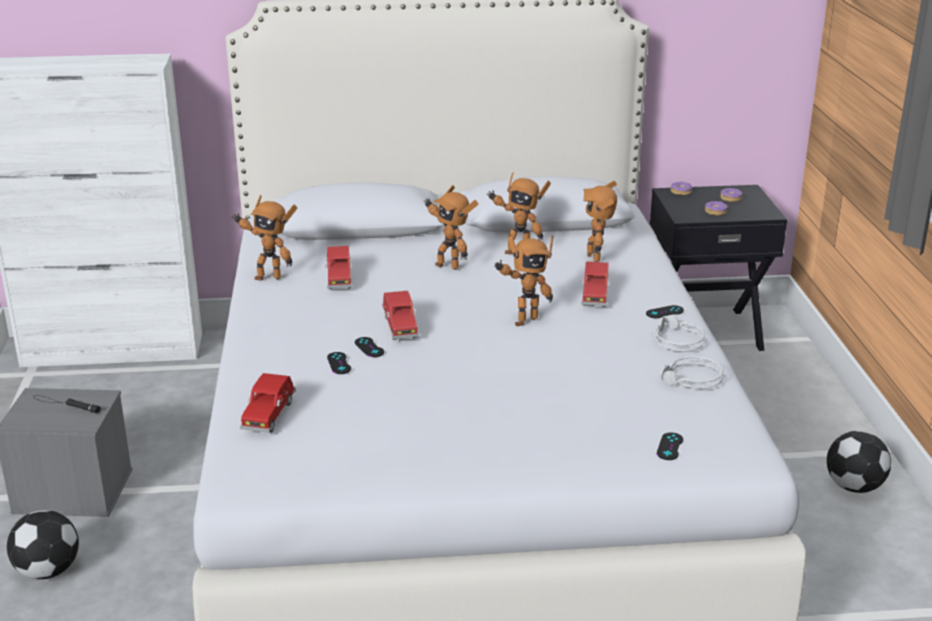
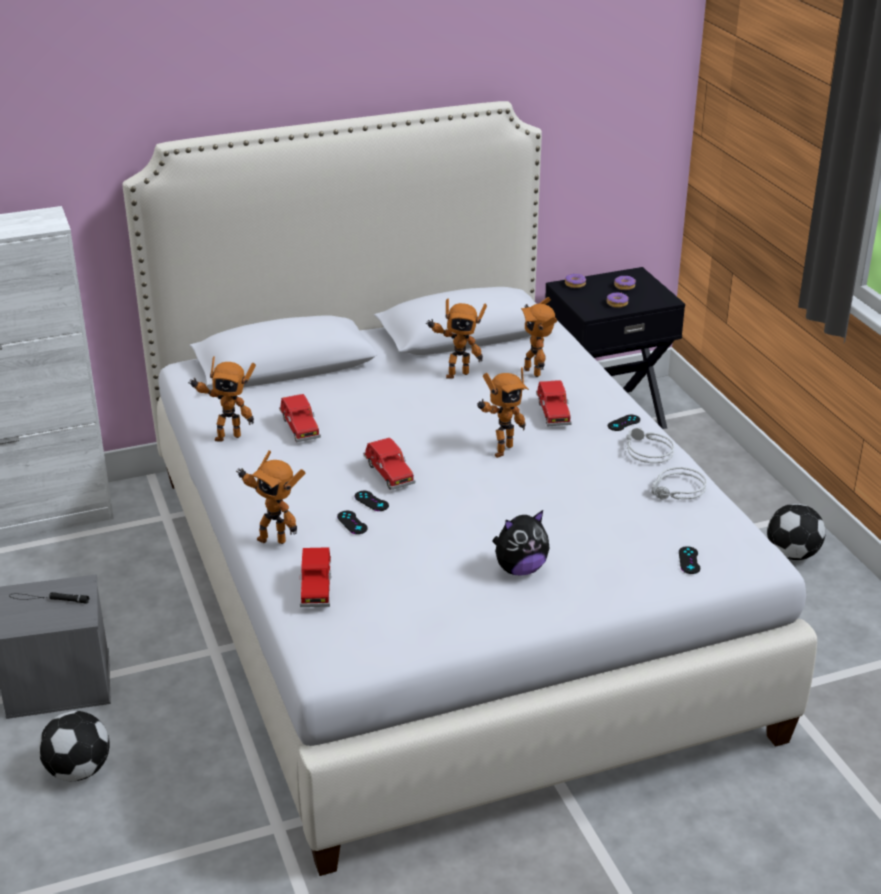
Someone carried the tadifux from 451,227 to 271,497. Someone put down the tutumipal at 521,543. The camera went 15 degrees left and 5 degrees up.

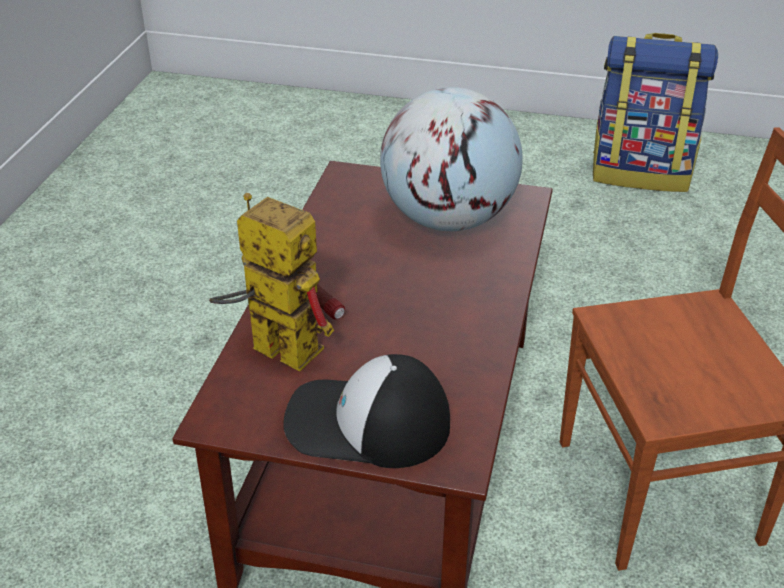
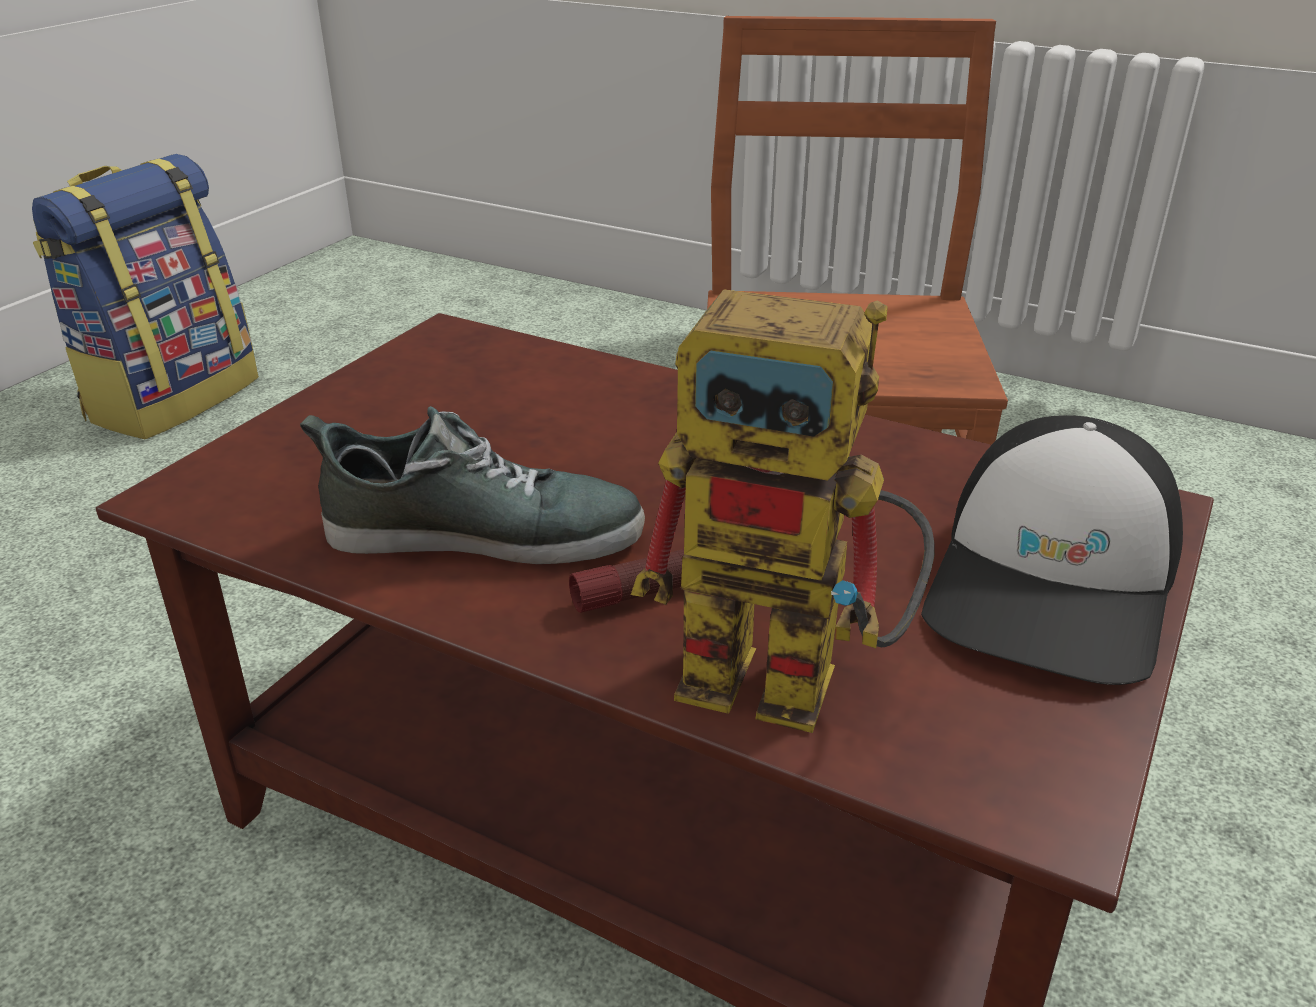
Someone took away the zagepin at 451,159. Someone rotated the tadifux at 271,282 by 120 degrees counterclockwise. Someone put down the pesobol at 472,485. The camera went 75 degrees left and 5 degrees down.

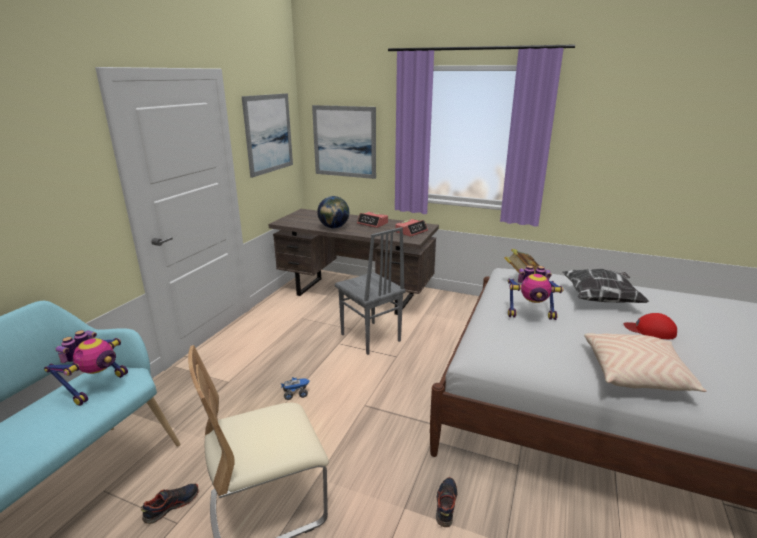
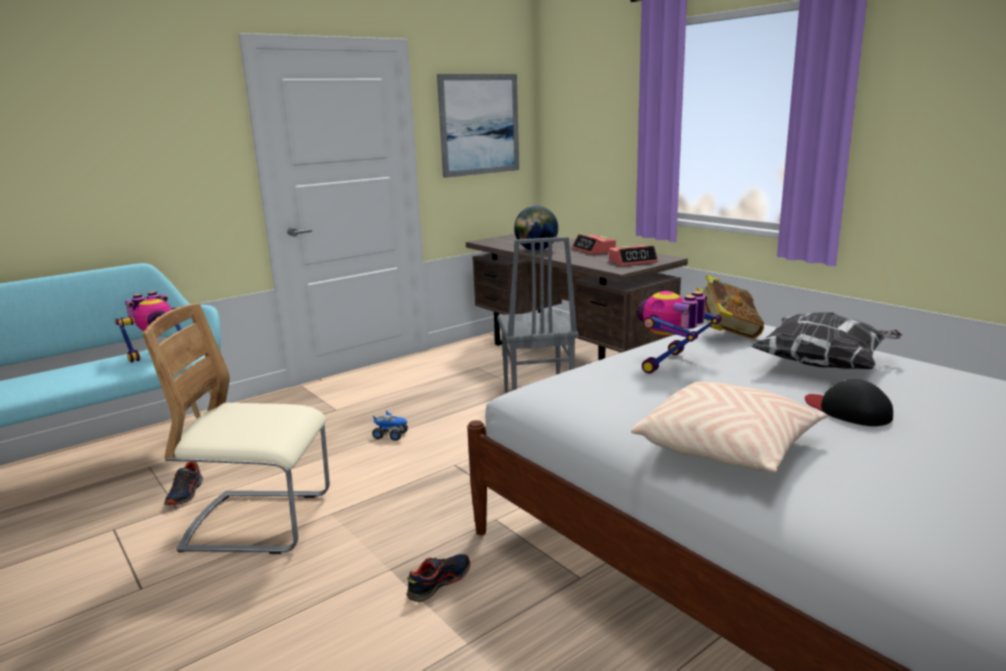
Someone took away the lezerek at 344,142. Someone rotated the tadifux at 535,292 by 90 degrees clockwise. Someone repainted the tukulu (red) at 650,326, which became the tukulu (black) at 849,402. Someone rotated the pesobol at 169,503 by 105 degrees clockwise. The camera went 30 degrees right and 5 degrees down.

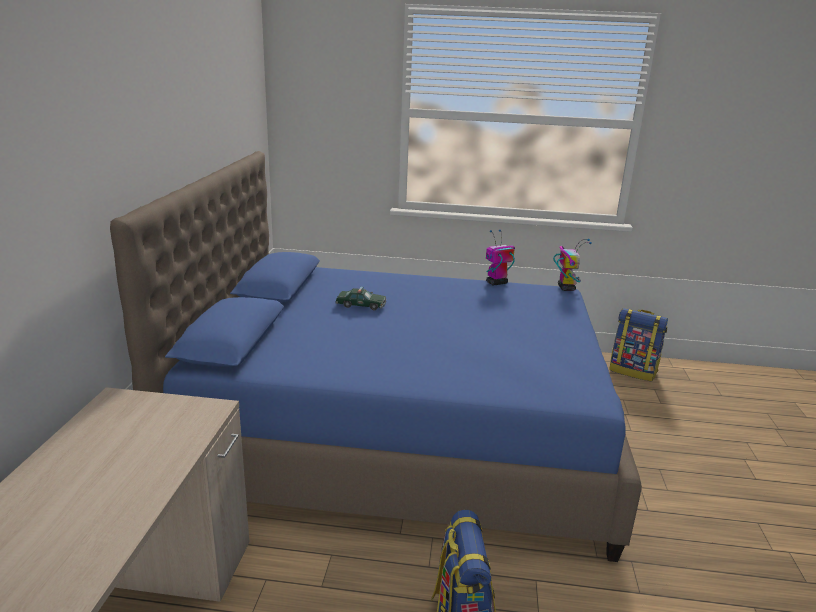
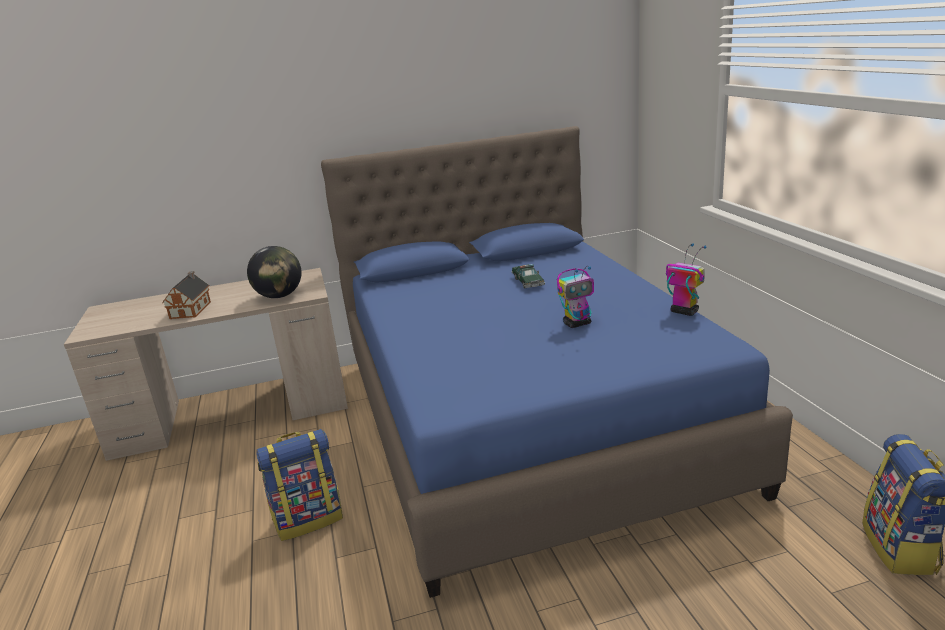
Someone carried the tadifux from 572,265 to 575,297. Someone put down the zagepin at 274,272. Someone put down the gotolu at 186,295. The camera went 70 degrees right and 0 degrees up.

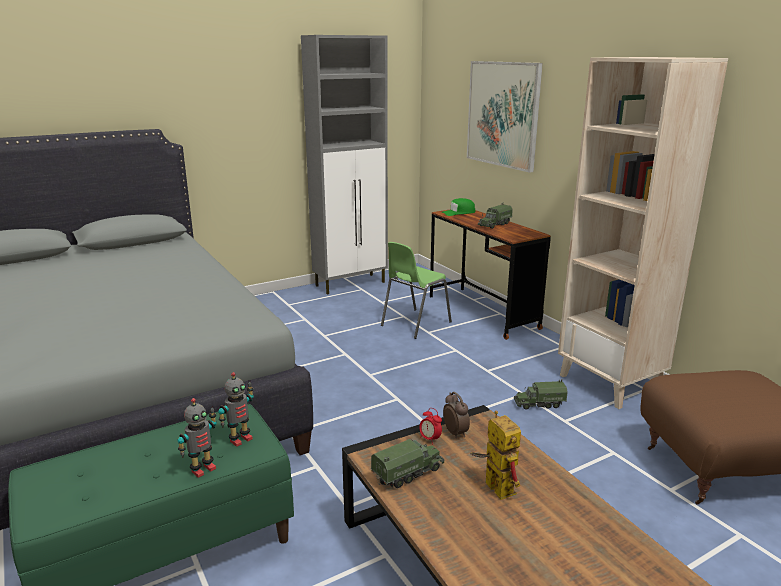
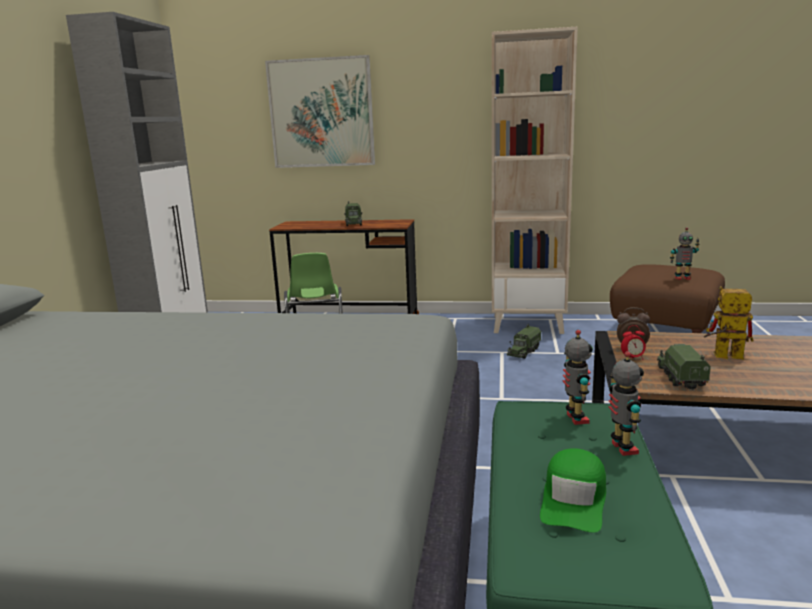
Someone carried the tukulu (green) from 459,207 to 573,490. Someone put down the tadifux at 685,253. The camera went 50 degrees left and 5 degrees down.

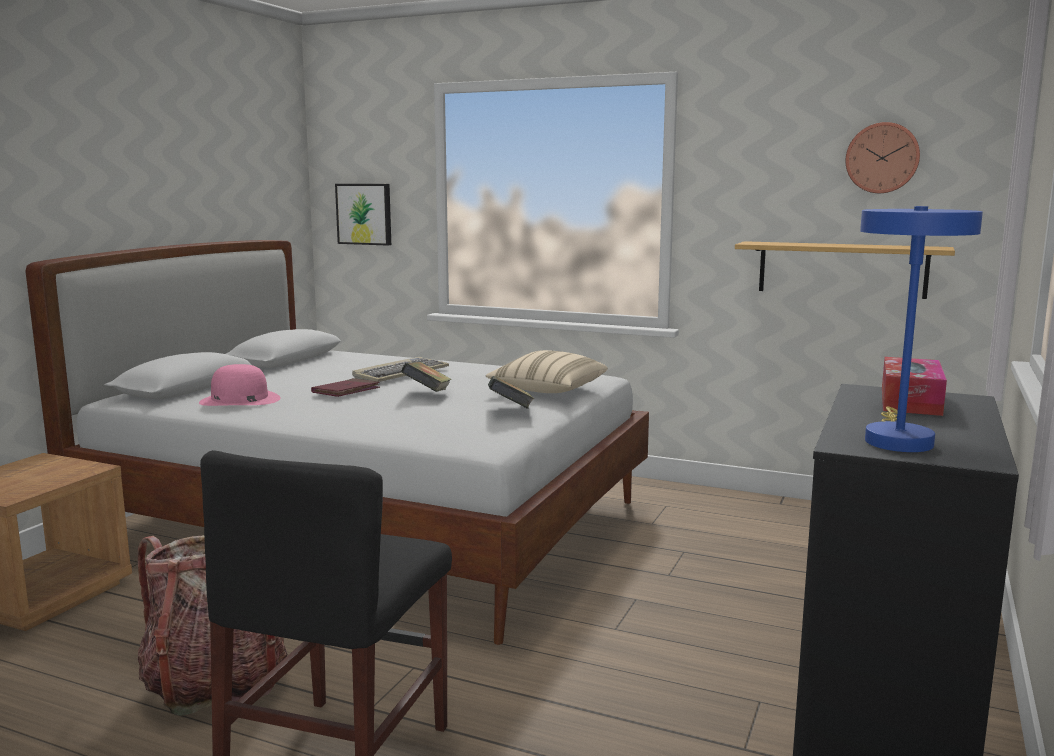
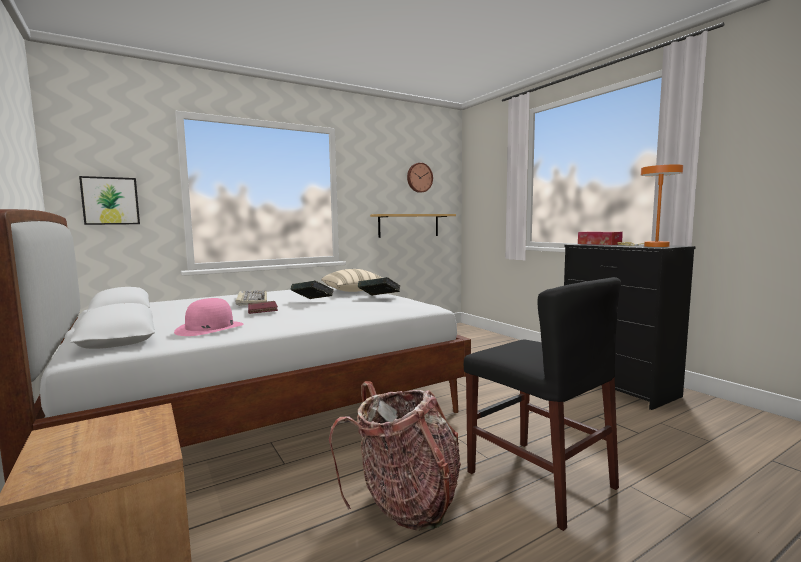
Someone repainted the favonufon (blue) at 921,329, which became the favonufon (orange) at 650,205. The camera went 55 degrees left and 5 degrees down.

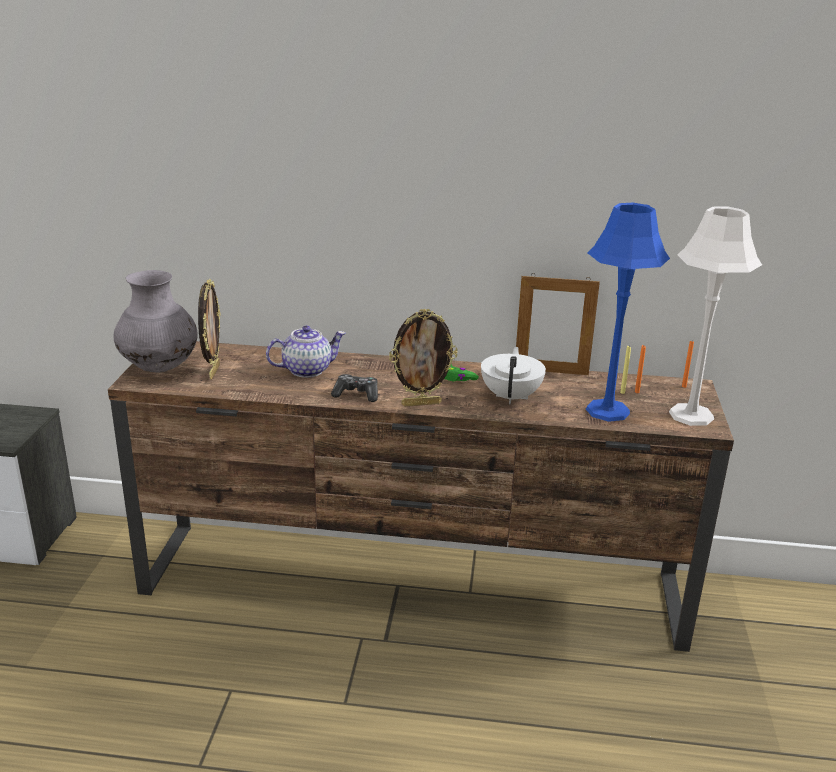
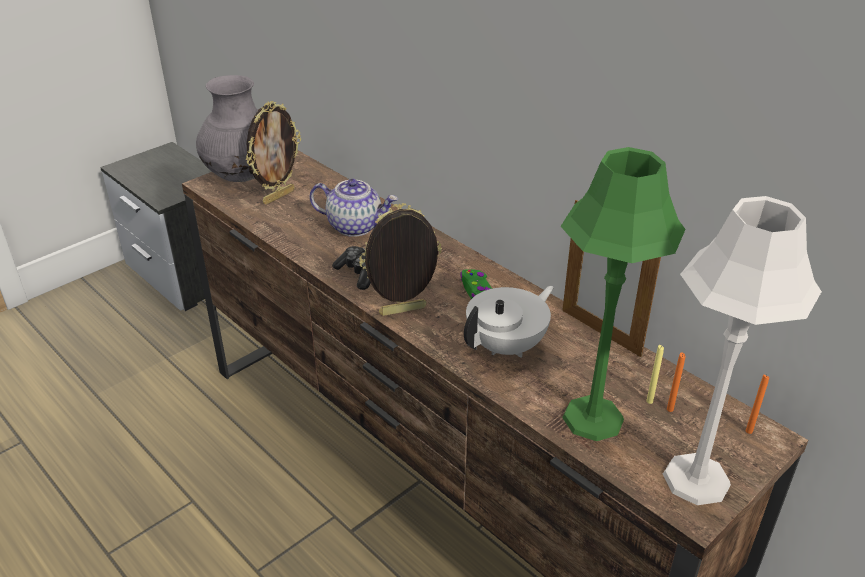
Someone repainted the favonufon (blue) at 628,312, which became the favonufon (green) at 623,294. Someone rotated the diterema at 423,357 by 135 degrees clockwise. The camera went 40 degrees right and 10 degrees up.

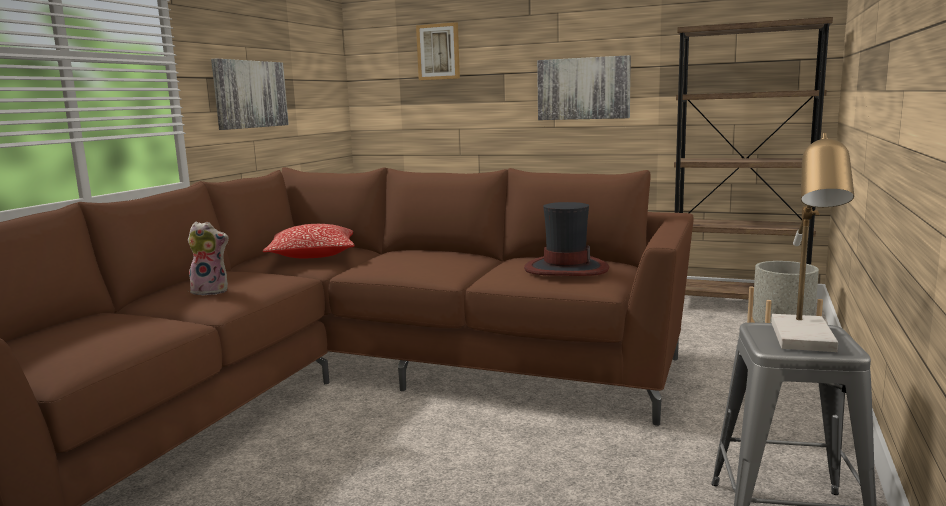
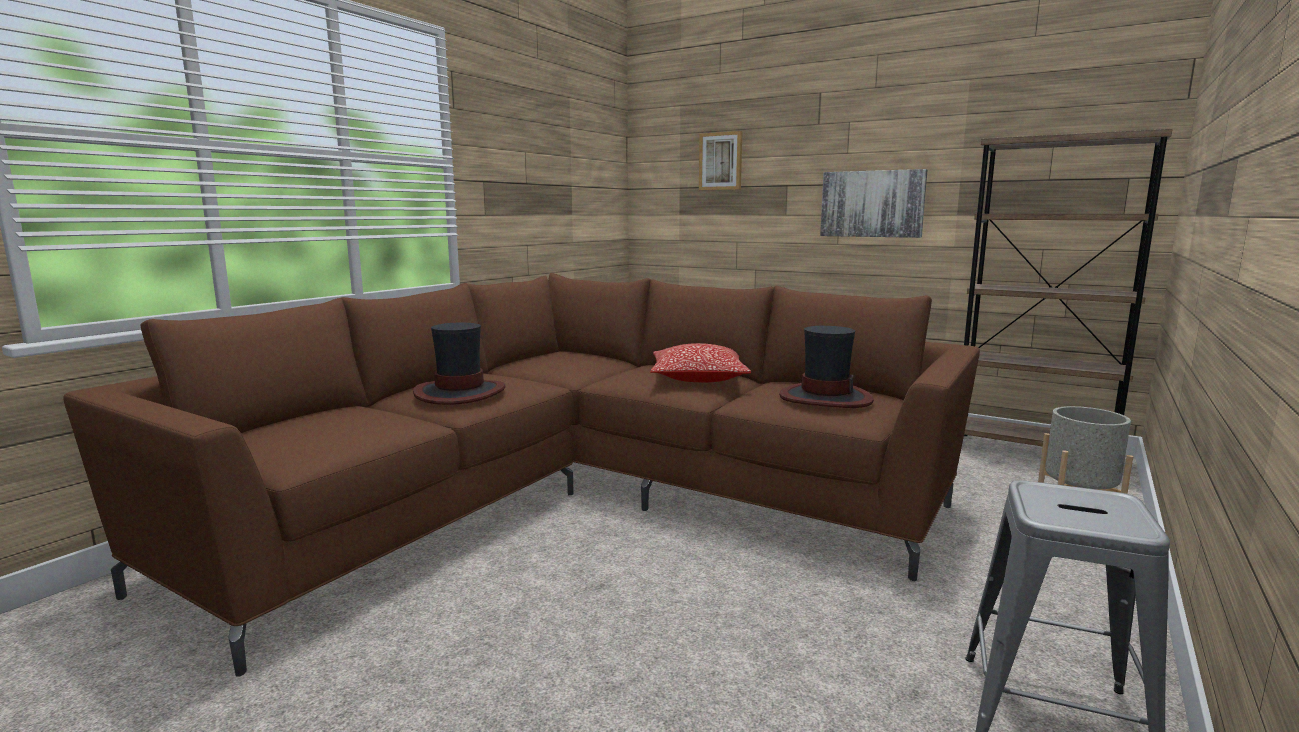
Someone took away the lezerek at 250,94. Someone took away the favonufon at 812,242. Someone swapped the tutumipal at 208,259 for the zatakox at 459,364. Someone carried the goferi from 309,241 to 700,362. The camera went 10 degrees right and 0 degrees up.

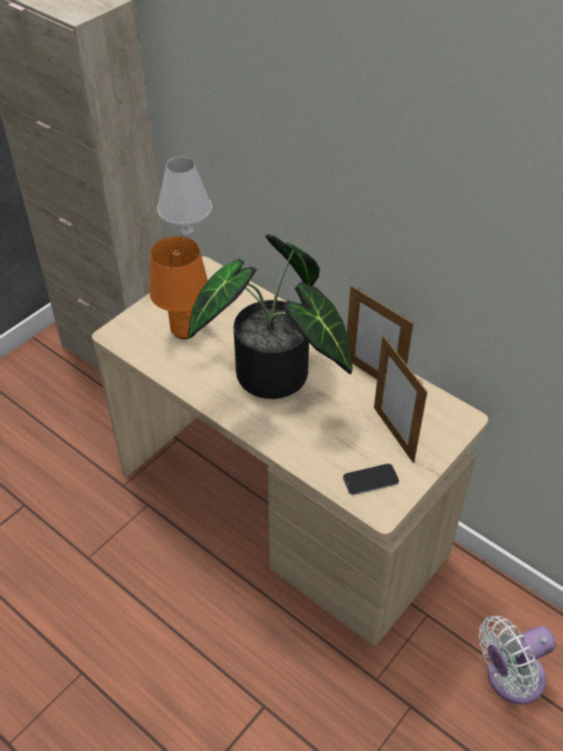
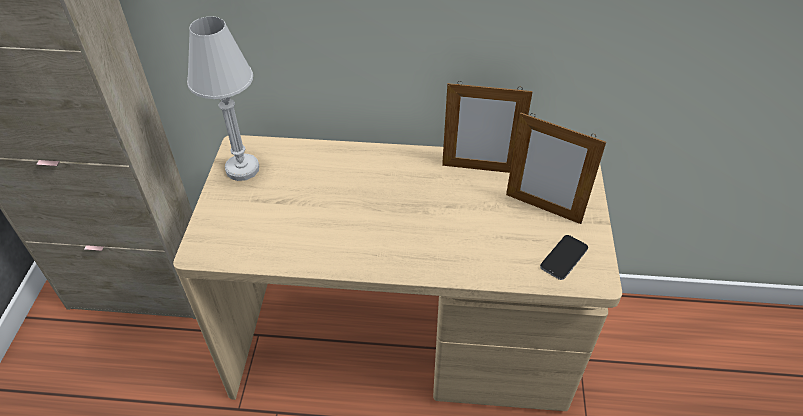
Someone took away the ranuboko at 270,316. Someone took away the favonufon (orange) at 179,287. Someone took away the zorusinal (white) at 517,660. The camera went 35 degrees left and 0 degrees up.

